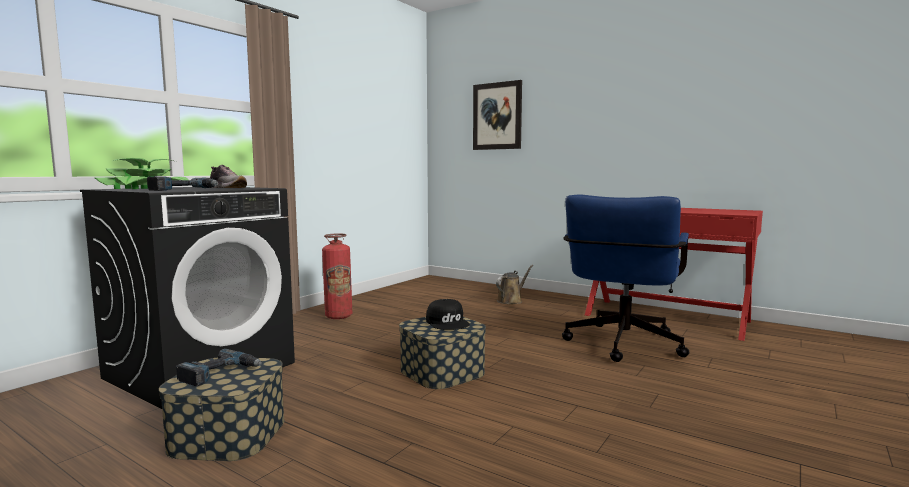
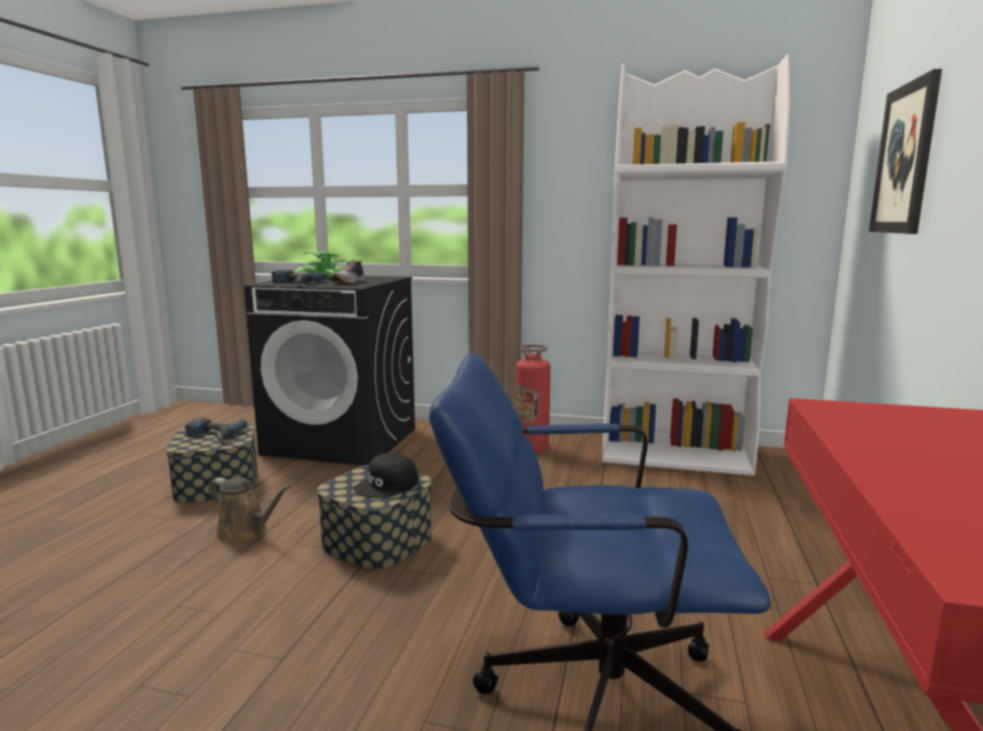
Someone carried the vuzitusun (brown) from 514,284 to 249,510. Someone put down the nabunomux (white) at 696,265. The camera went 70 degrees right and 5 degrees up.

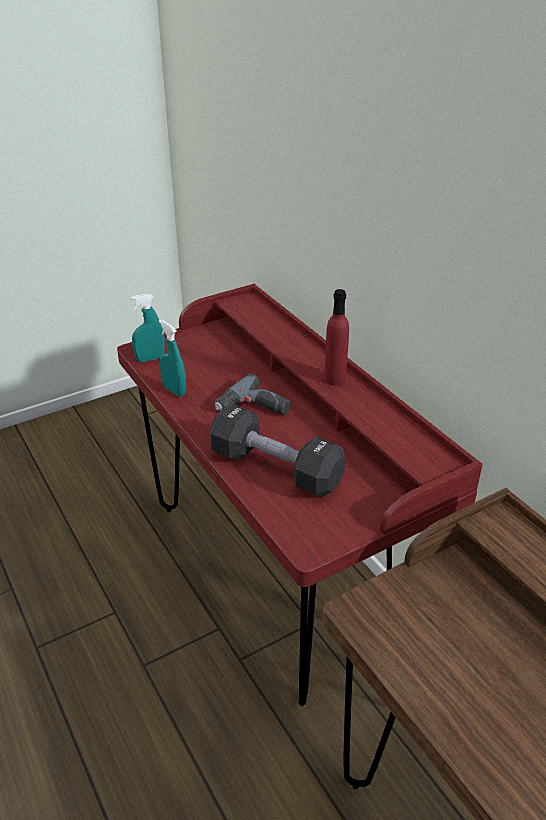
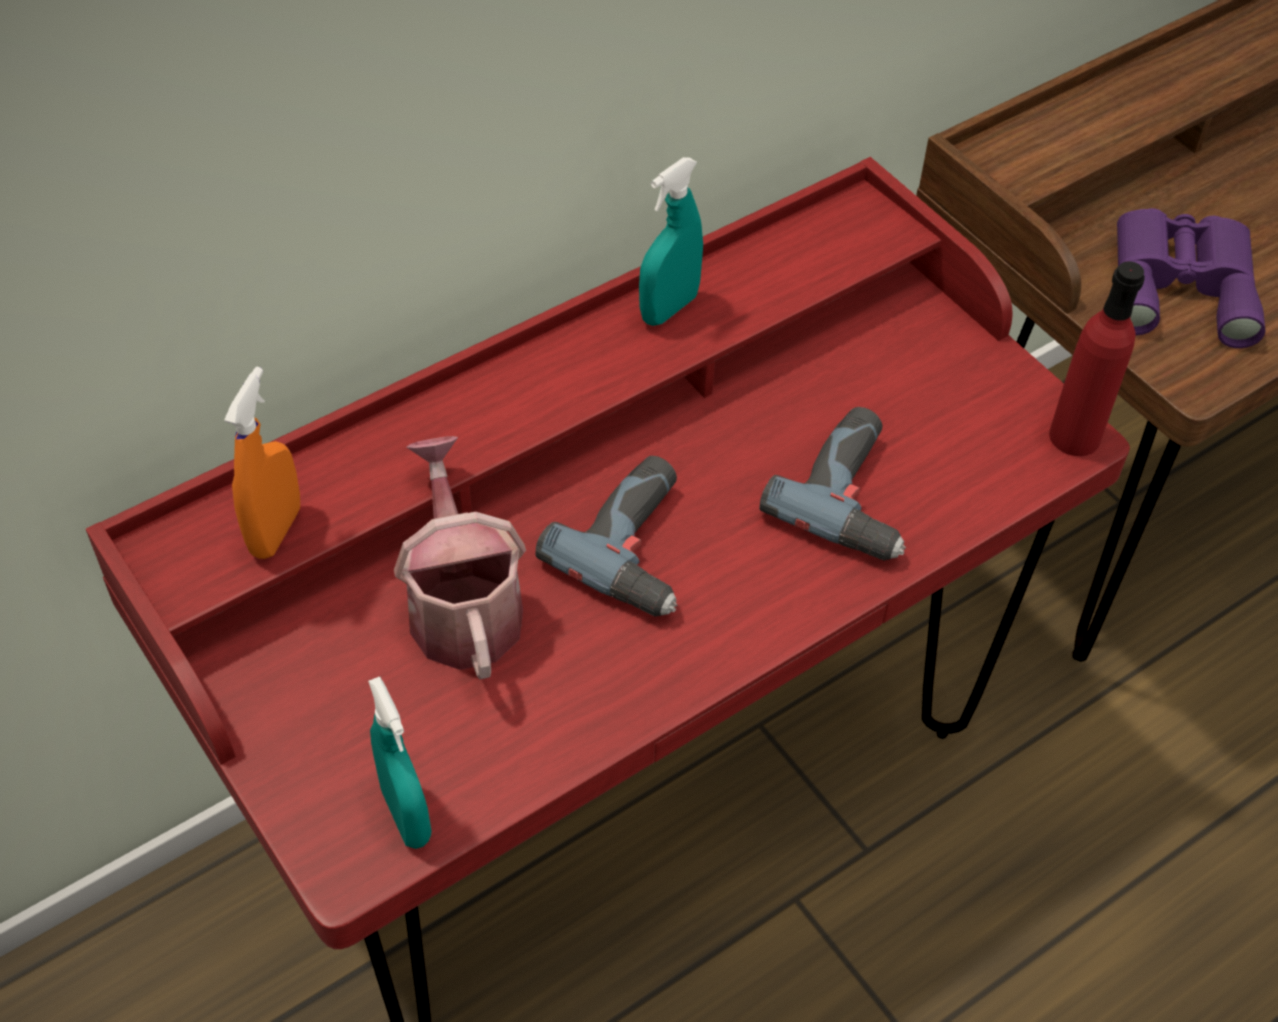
Someone carried the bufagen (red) from 336,337 to 1097,358. Someone carried the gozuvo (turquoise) from 172,358 to 671,241. Someone swapped the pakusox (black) at 278,450 for the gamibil at 832,483. Someone put down the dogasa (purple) at 1191,278. Someone put down the gozuvo (orange) at 262,463. Someone put down the vuzitusun at 460,558. The camera went 95 degrees left and 15 degrees up.

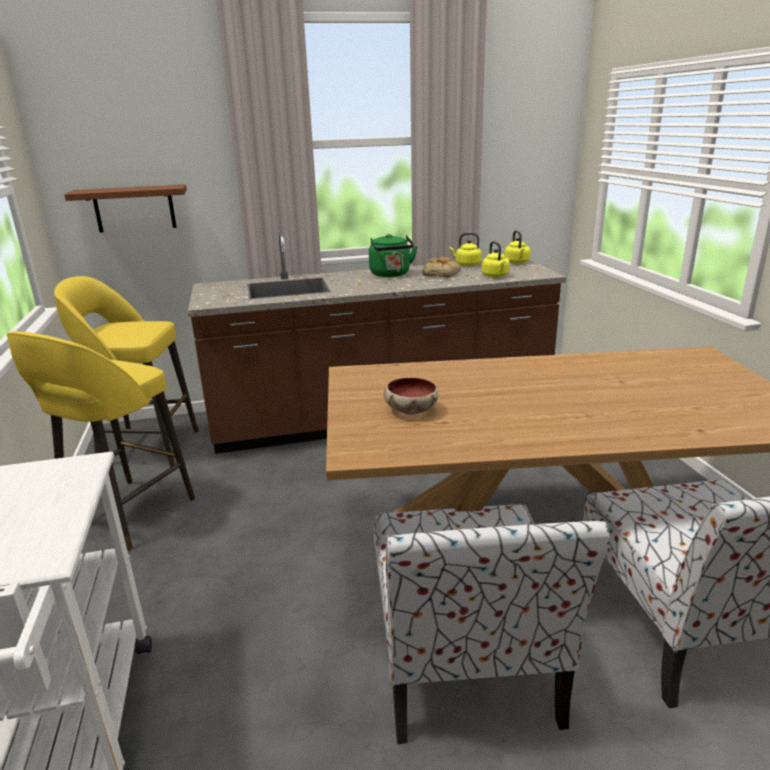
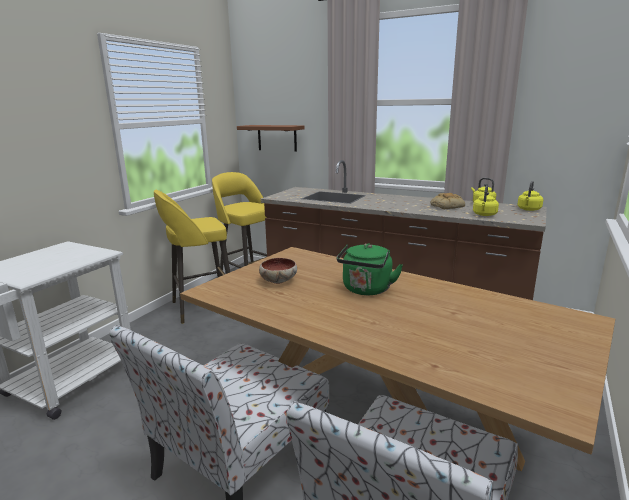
Someone carried the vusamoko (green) from 393,255 to 370,269. The camera went 40 degrees right and 5 degrees down.

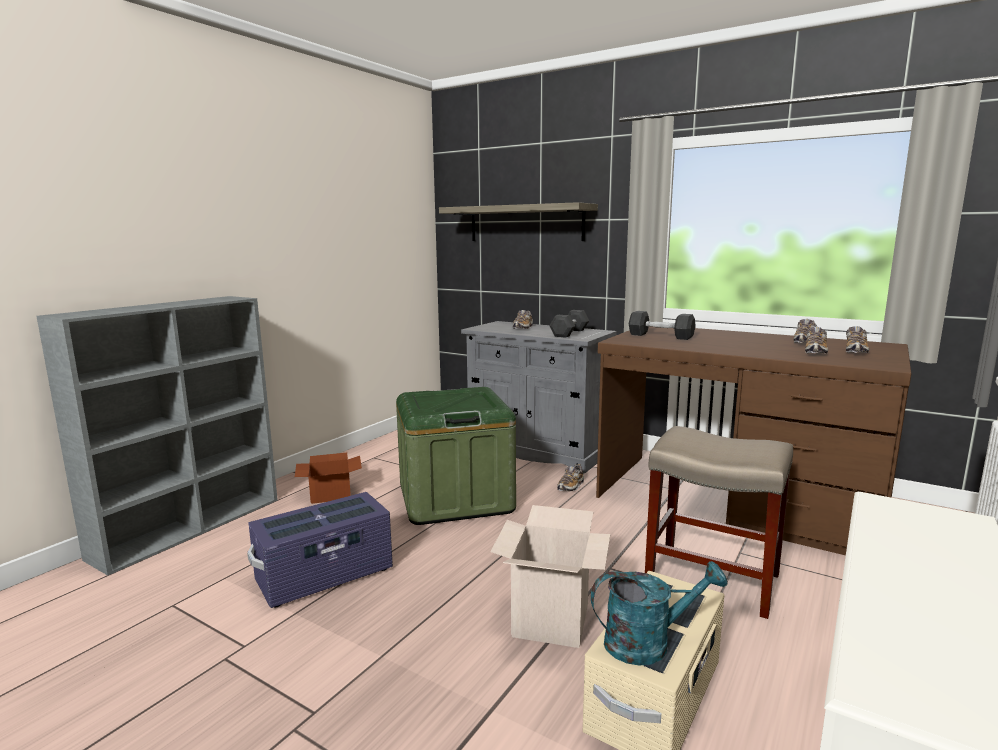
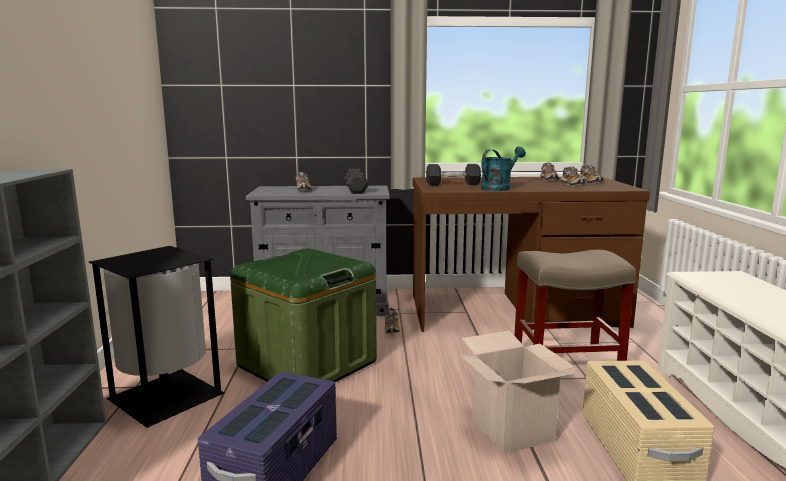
Someone took away the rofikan at 518,221. Someone swapped the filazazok at 328,478 for the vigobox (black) at 156,337. Someone carried the vuzitusun (turquoise) from 659,613 to 503,168. The camera went 35 degrees left and 0 degrees up.

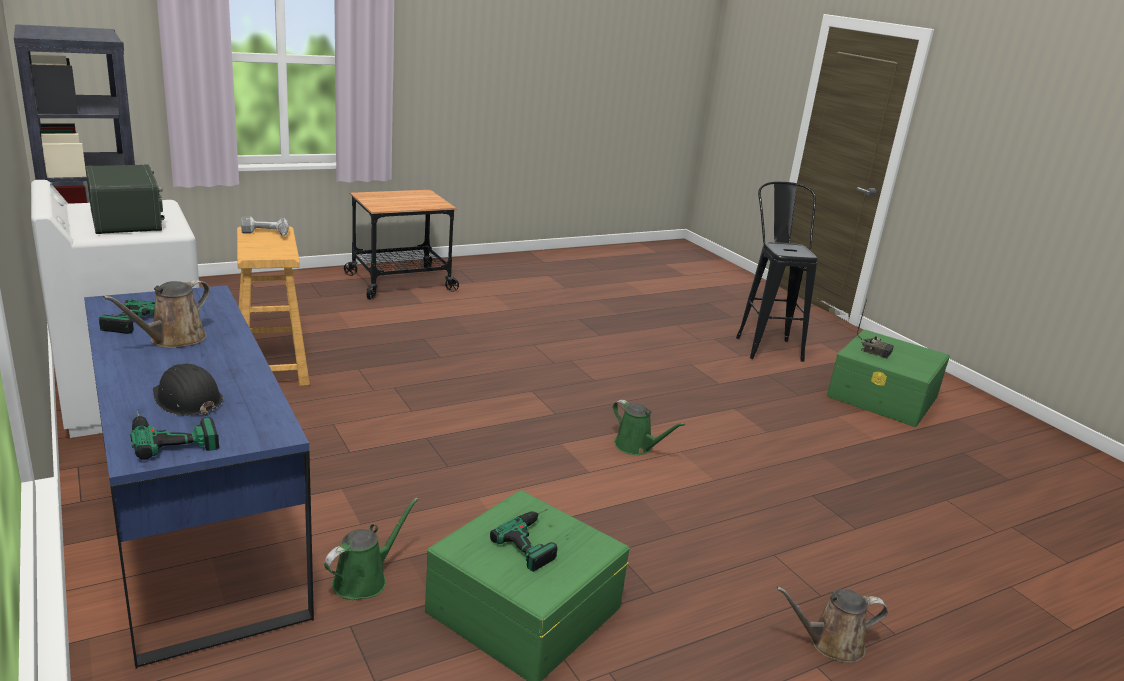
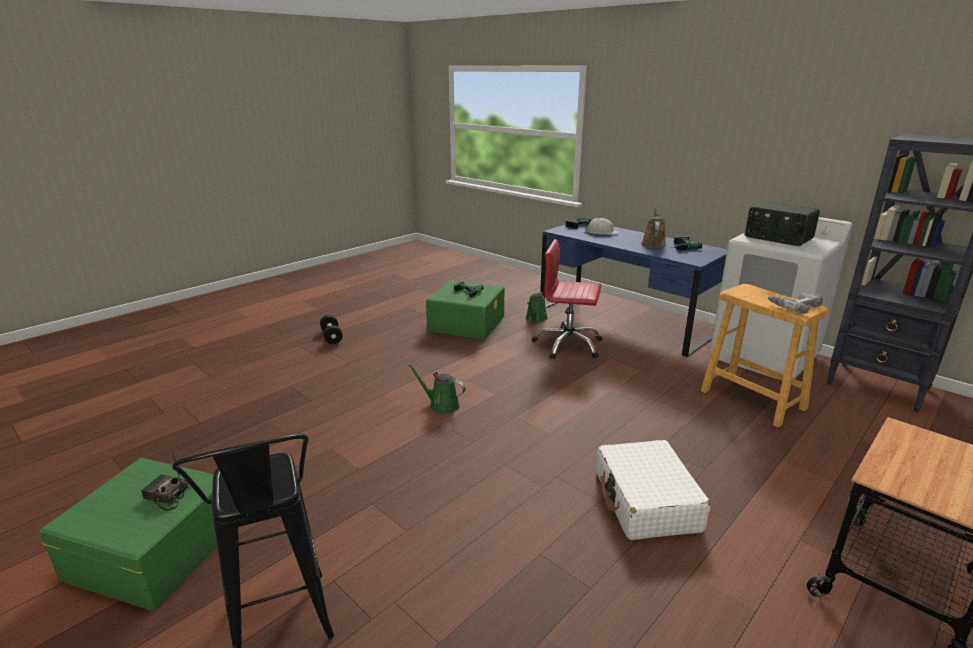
Someone repainted the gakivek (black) at 188,390, which became the gakivek (white) at 602,226. Someone swapped the vuzitusun (brown) at 832,624 for the pakusox (black) at 331,329. Someone put down the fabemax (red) at 567,299. Someone put down the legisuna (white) at 653,490. The camera went 165 degrees right and 0 degrees up.

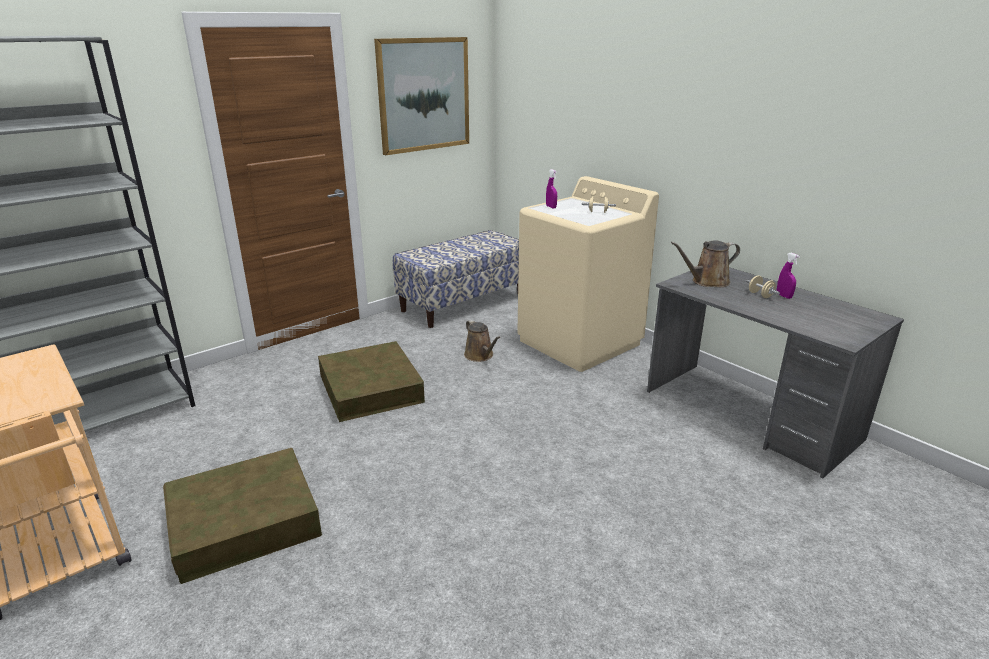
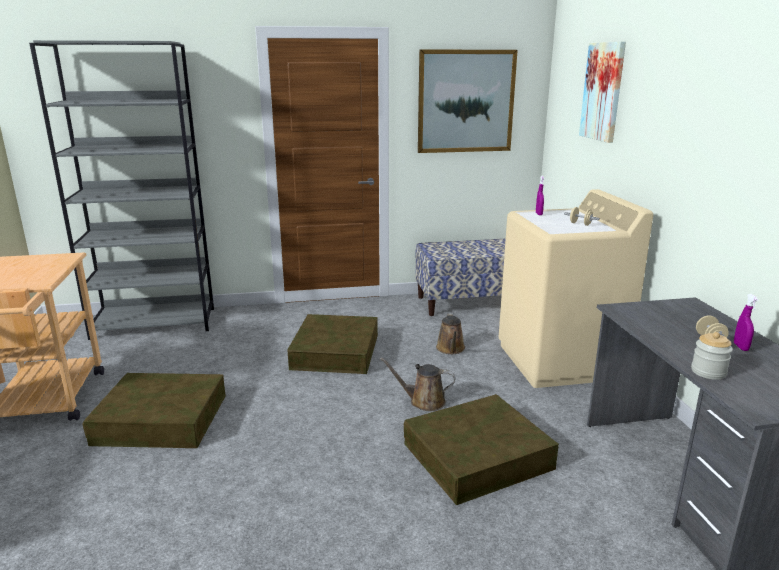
Someone carried the vuzitusun (brown) from 705,263 to 418,384. Someone put up the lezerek at 602,92. Someone put down the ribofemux at 712,356. Someone put down the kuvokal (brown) at 481,449. The camera went 30 degrees right and 5 degrees down.

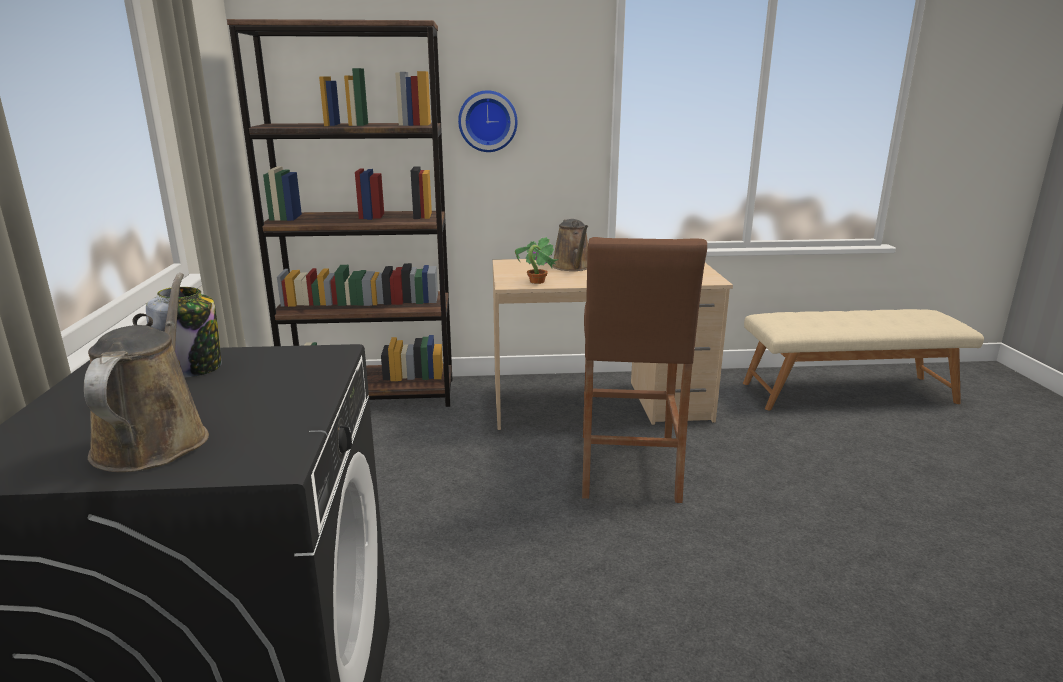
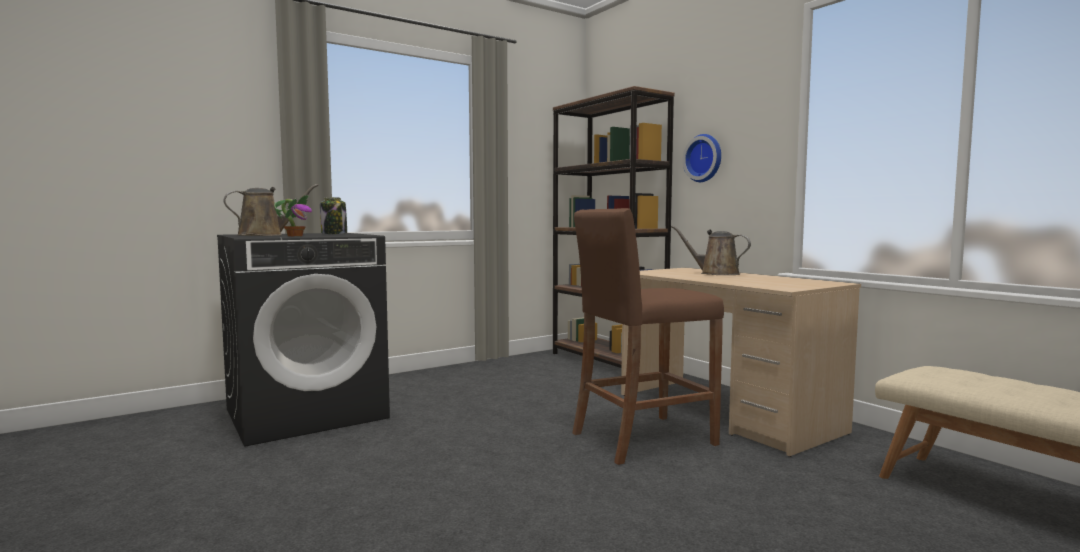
Someone rotated the vuzitusun (brown) at 570,245 by 75 degrees clockwise. Someone carried the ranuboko from 537,260 to 293,215. The camera went 60 degrees right and 15 degrees down.

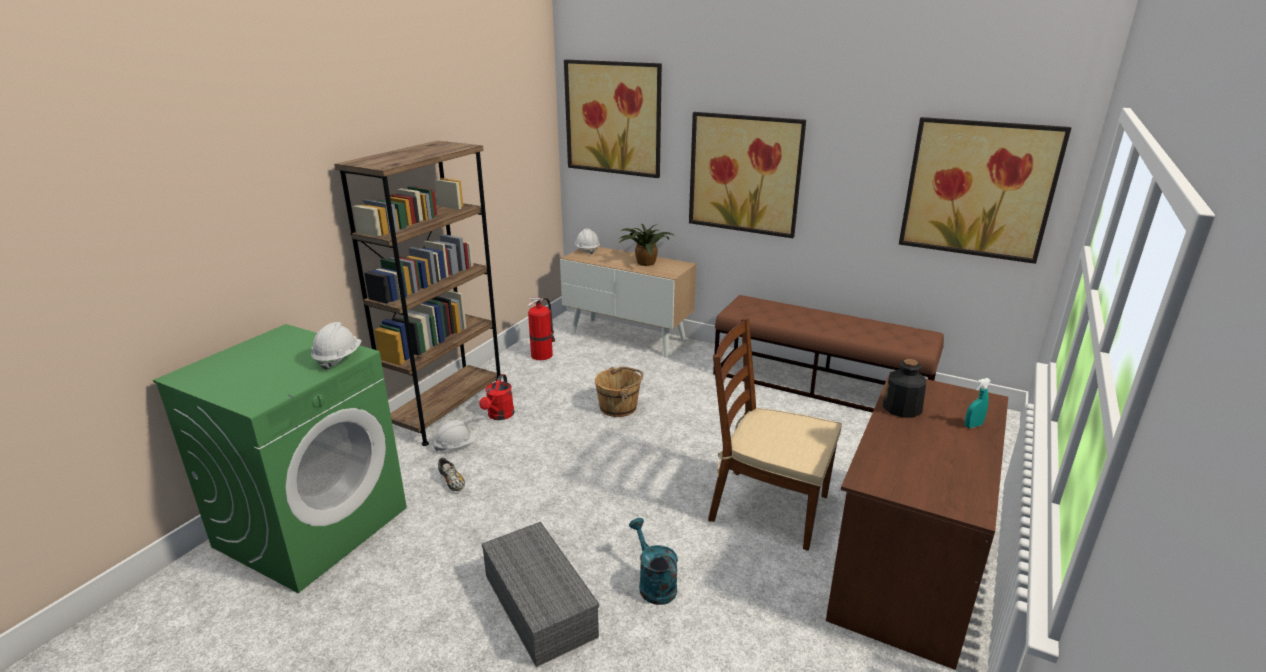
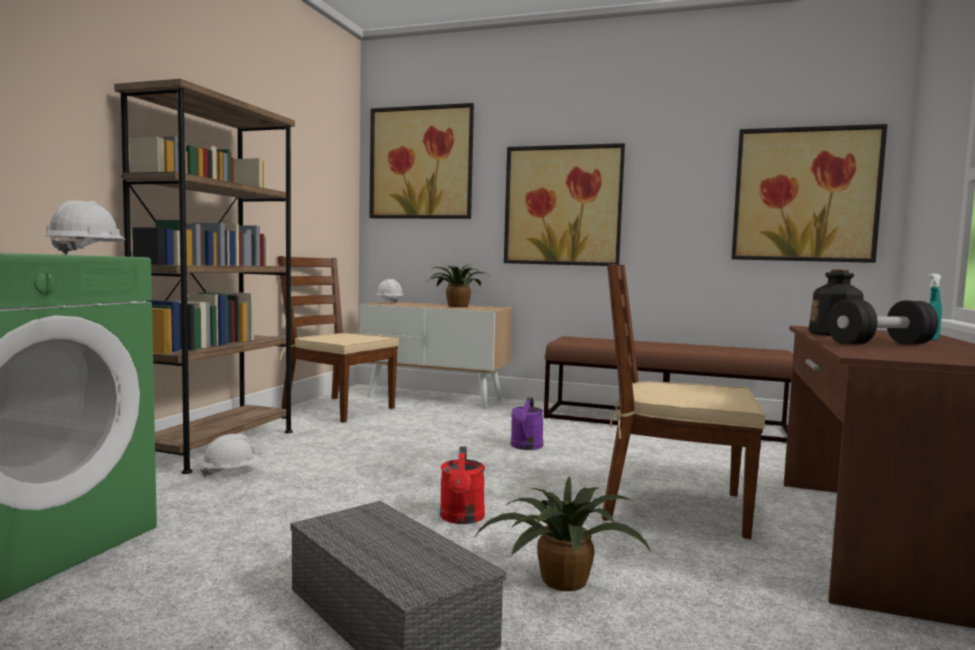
Someone swapped the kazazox at 541,328 for the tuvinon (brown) at 338,339. Someone took away the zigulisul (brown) at 619,392. Someone carried the vuzitusun (red) from 497,397 to 462,485. Someone took away the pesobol at 451,474. Someone swapped the vuzitusun (turquoise) at 653,561 for the ranuboko at 562,533. Someone put down the pakusox (black) at 883,322. Someone put down the vuzitusun (purple) at 527,423. The camera went 10 degrees left and 20 degrees down.

